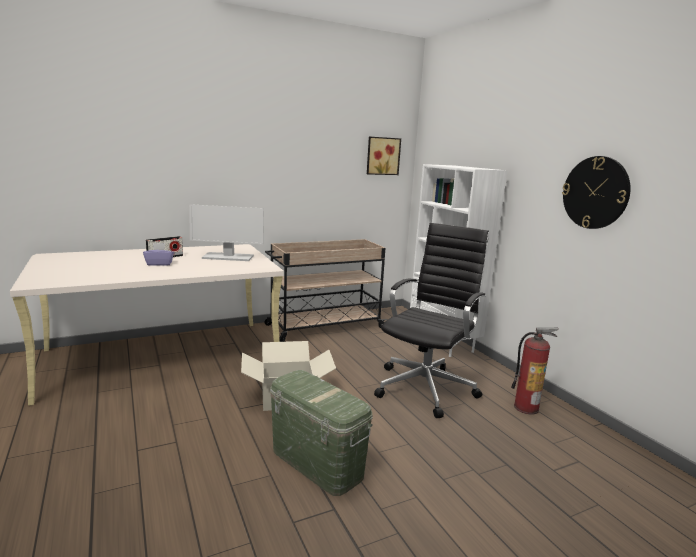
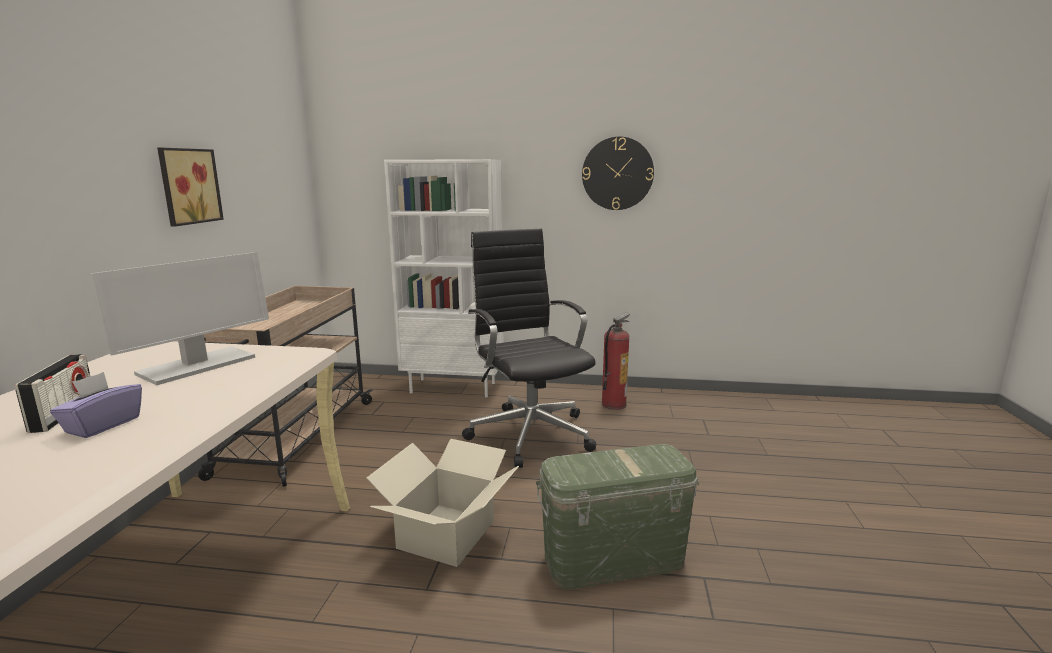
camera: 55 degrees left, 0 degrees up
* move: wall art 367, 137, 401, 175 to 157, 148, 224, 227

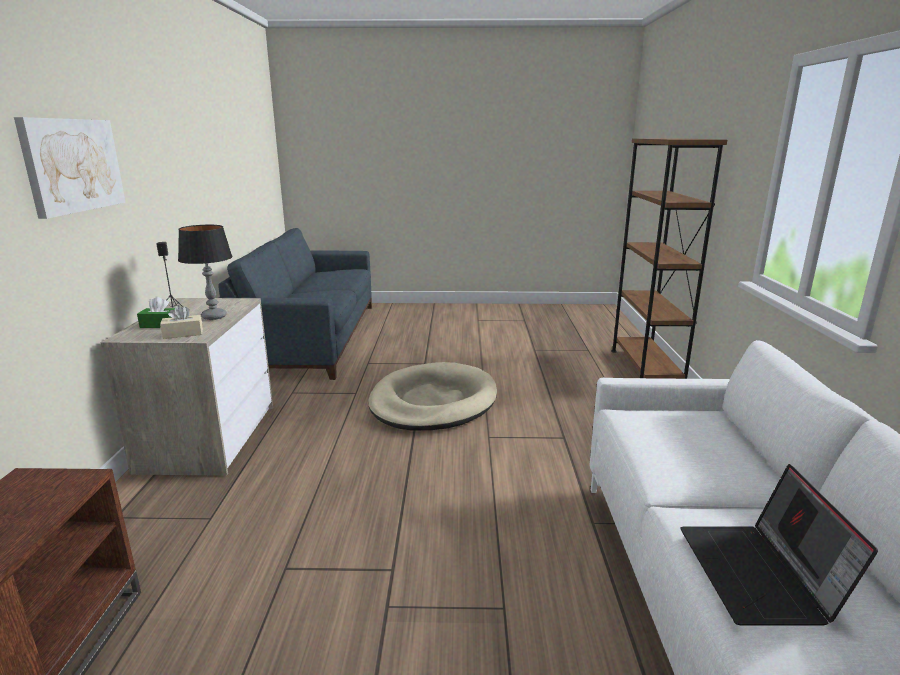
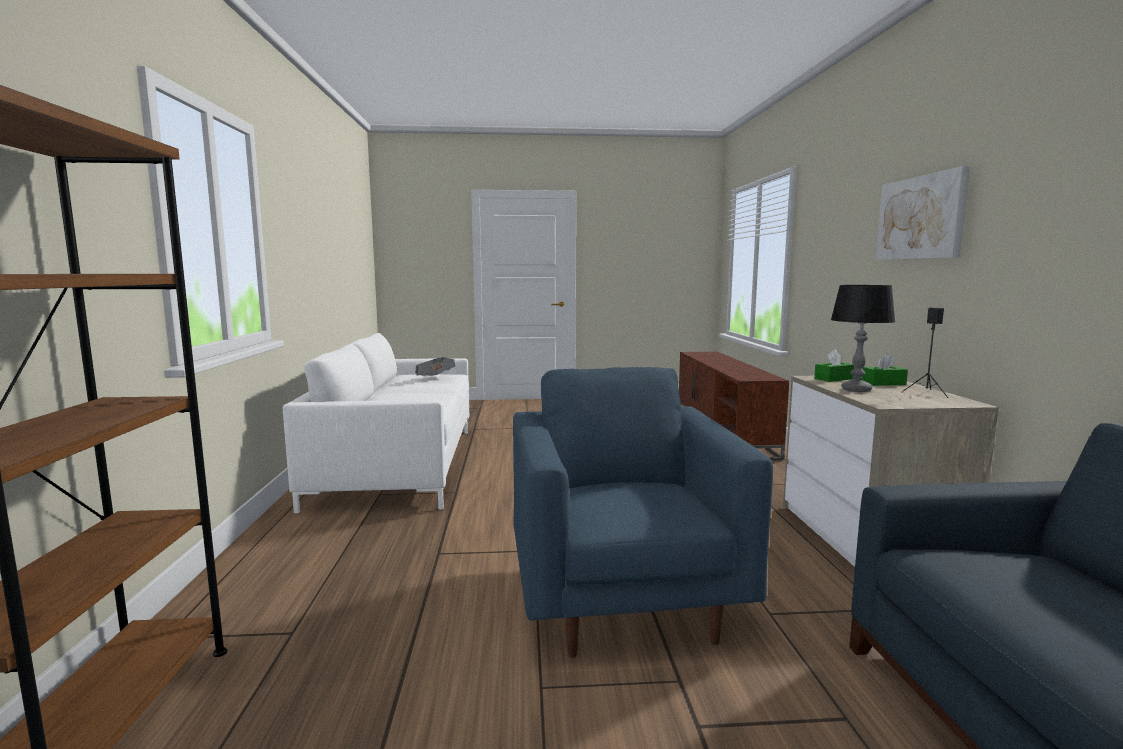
camera: 175 degrees right, 10 degrees down
* replace: dog cushion (sand-coloured) 368, 362, 497, 430 to lounge chair (bluish) 513, 367, 773, 658
* replace: notebook computer 680, 464, 878, 626 to printed paper 415, 357, 455, 376
* recolor: tissue holder (sand-coloured) 160, 305, 203, 339 to tissue holder (green-coloured) 814, 350, 855, 382

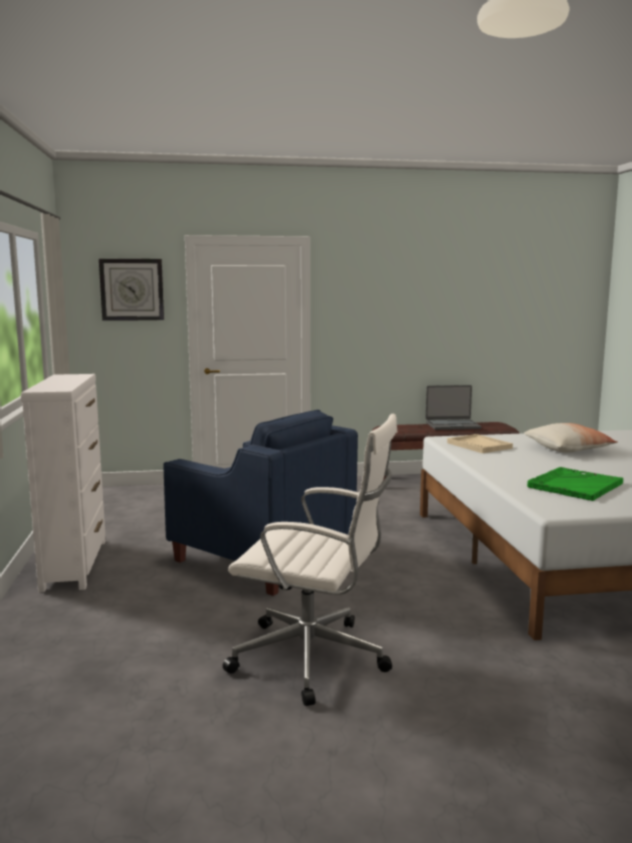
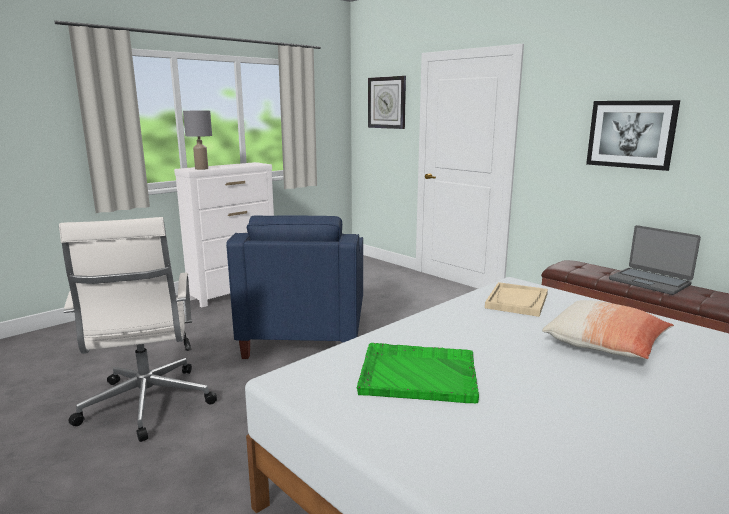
camera: 55 degrees right, 5 degrees up
* insert: table lamp (gray) 183, 111, 212, 170
* insert: wall art 586, 100, 680, 171

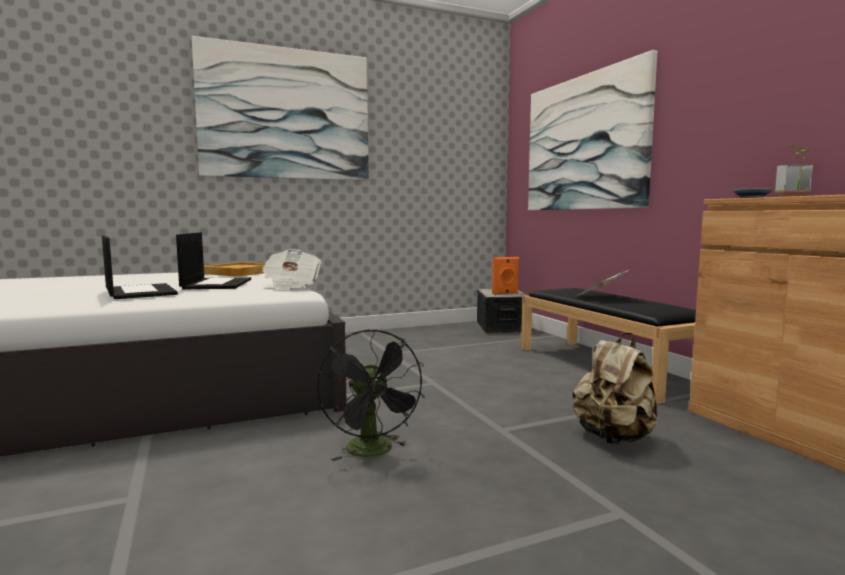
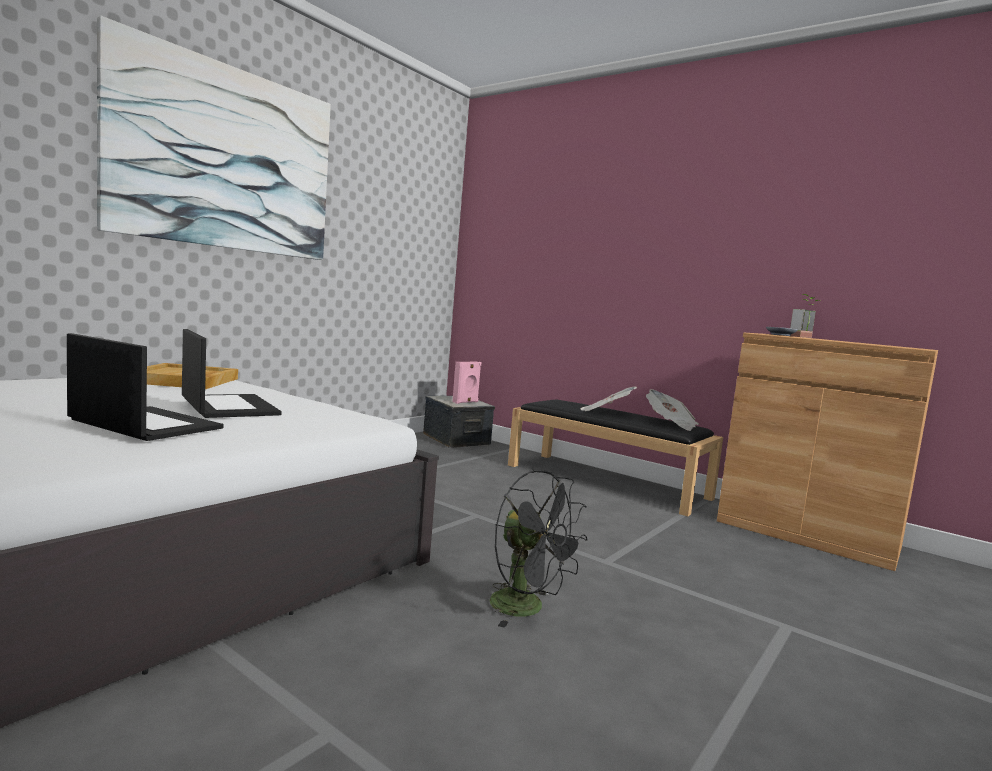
camera: 30 degrees left, 0 degrees up
* delete: wall art 528, 50, 657, 210
* delete: backpack (sand-coloured) 573, 333, 657, 444
* move: printed paper 262, 249, 322, 290 to 646, 389, 699, 431
* recolor: speaker (orange-coloured) 492, 257, 519, 295 to speaker (pinkish) 452, 362, 481, 404

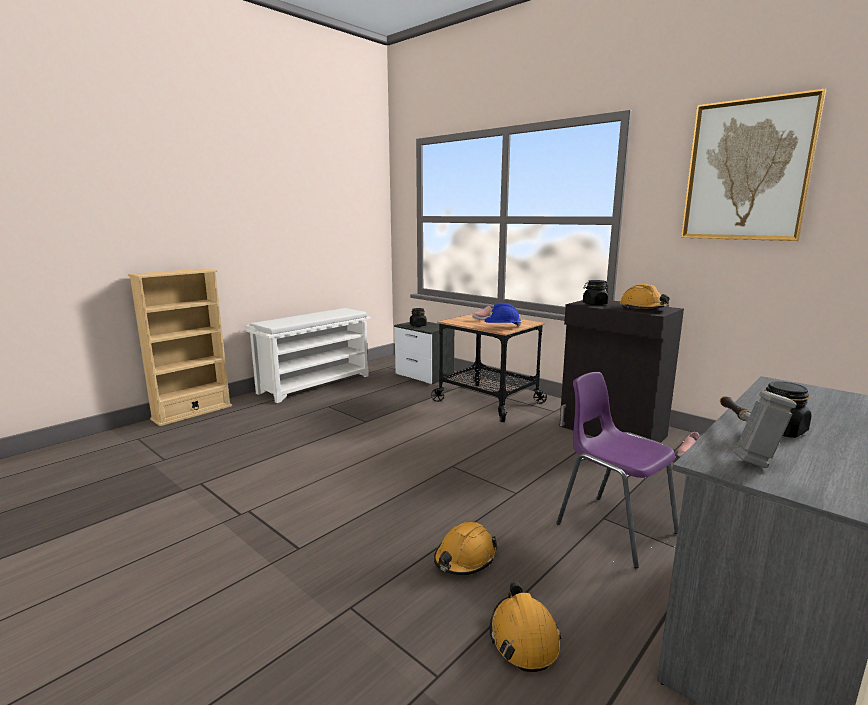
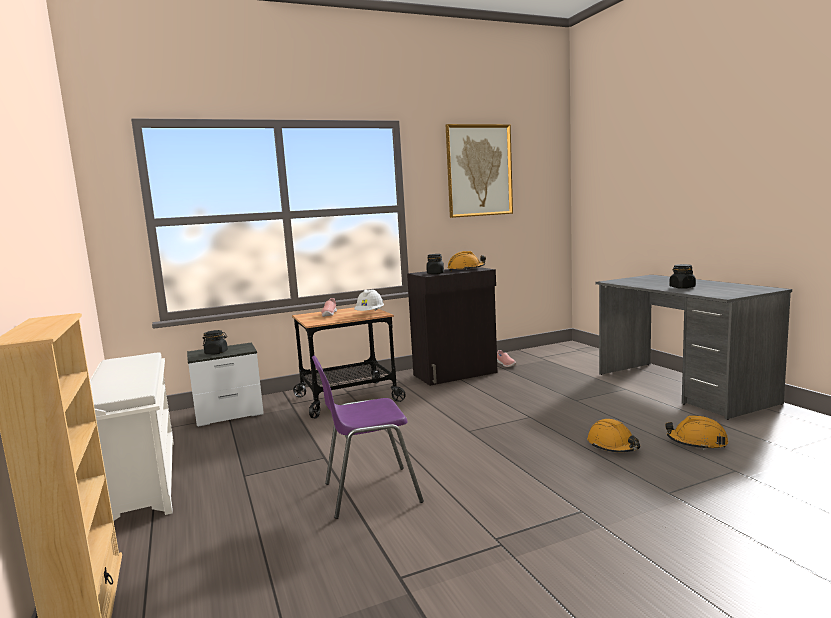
camera: 65 degrees left, 5 degrees down
* delete: hand hammer 720, 390, 797, 468
* move: chair (purple) 556, 372, 679, 568 to 312, 356, 424, 519
* recolor: safety helmet (bluish) 484, 303, 521, 327 to safety helmet (white-coloured) 354, 290, 384, 311

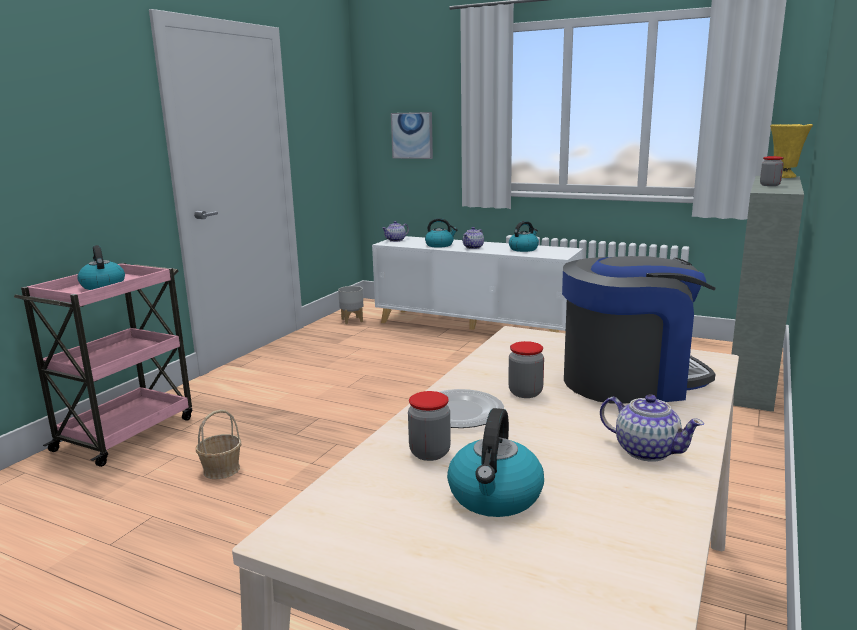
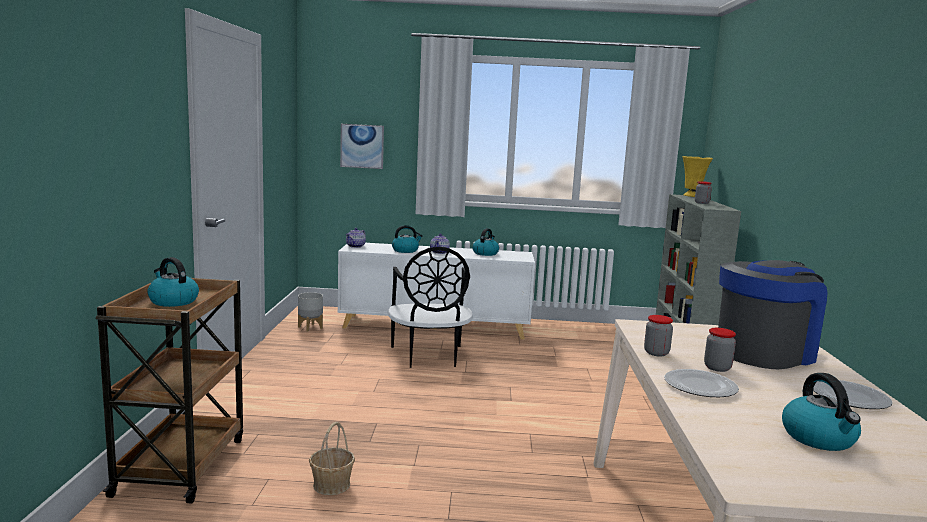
camera: 25 degrees left, 5 degrees down
* insert: chair (black) 388, 247, 473, 368
* move: storage jar 408, 391, 451, 461 to 644, 315, 673, 356
* replace: tea pot 600, 394, 704, 462 to flat dish 813, 380, 893, 409
* recolor: cart (pinkish) 14, 263, 192, 467 to cart (brownish) 96, 278, 243, 504

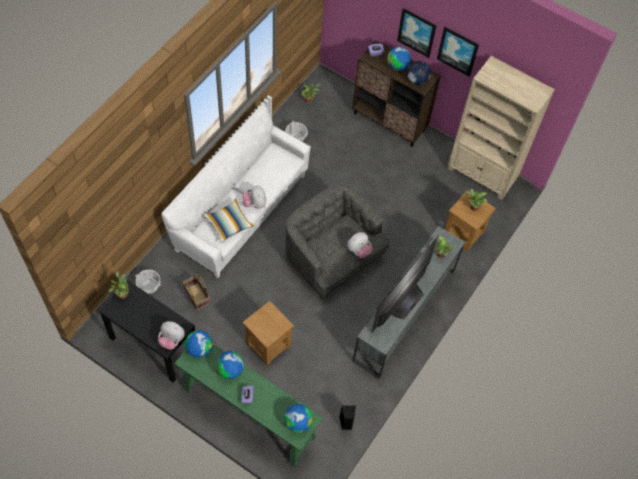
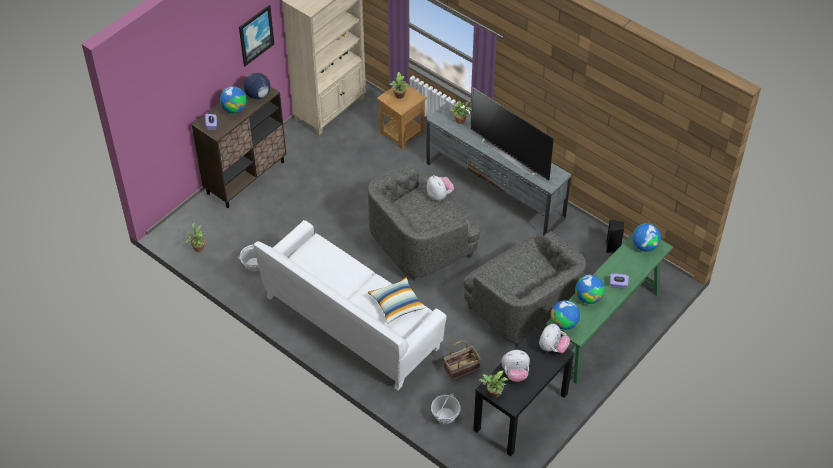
camera: 80 degrees left, 10 degrees down
* delete: wall art 397, 8, 437, 58
* move: cuddly toy 242, 186, 266, 209 to 502, 350, 530, 382
* replace: accent table (brownish) 243, 301, 294, 365 to lounge chair (gray) 463, 231, 586, 347

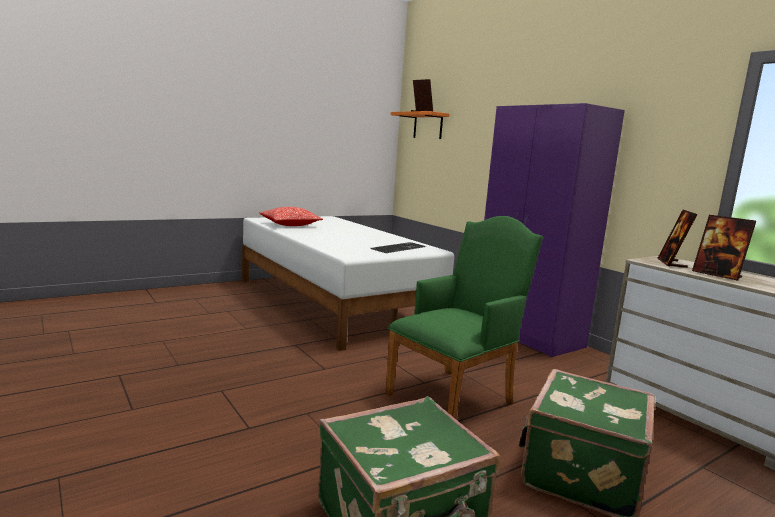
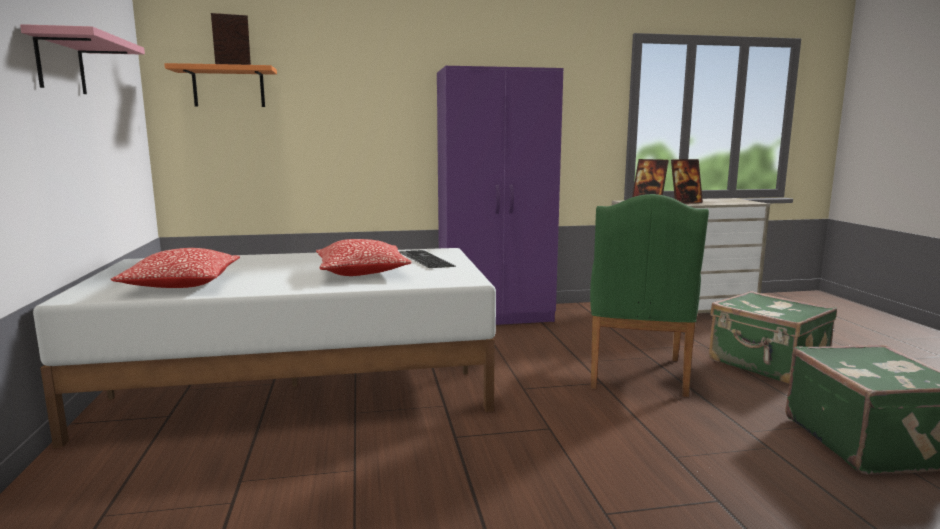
camera: 65 degrees left, 0 degrees up
* insert: wall shelf (pinkish) 20, 24, 145, 94
* insert: pillow 316, 239, 412, 276
* rotate: lounge chair (green-coloured) 385, 216, 543, 419 = 590, 194, 709, 397 150 degrees counterclockwise

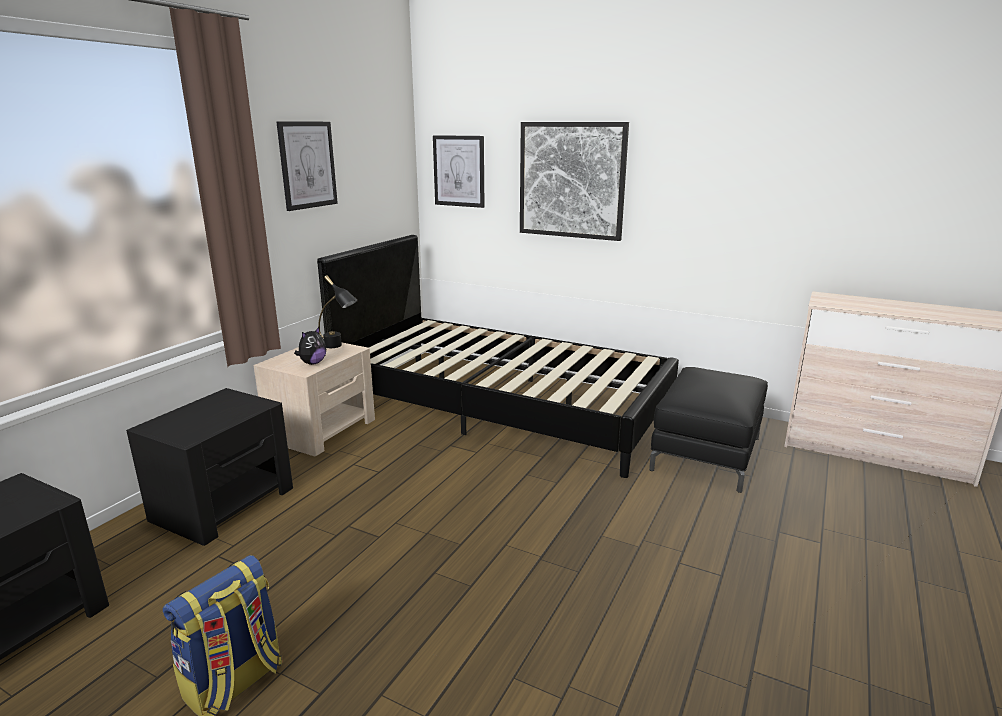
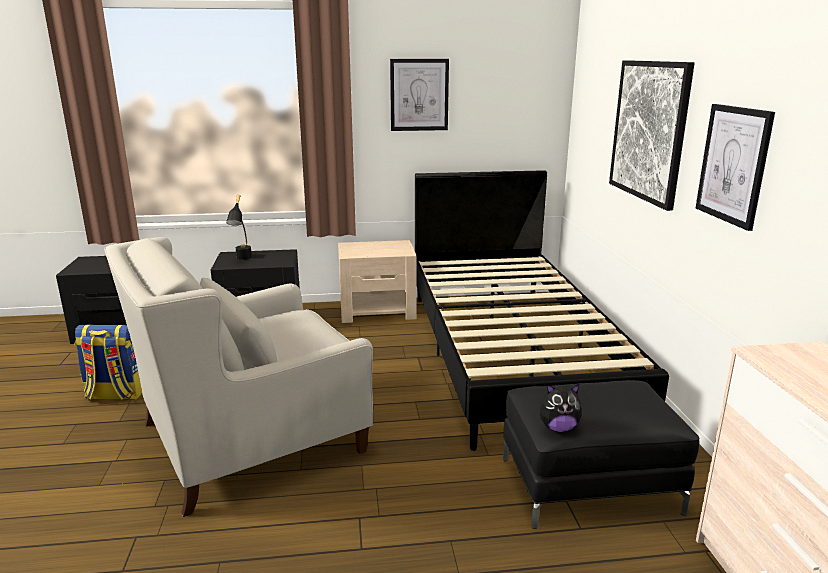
camera: 55 degrees right, 0 degrees up
* insert: lounge chair (white-coloured) 104, 237, 373, 517
* move: cuddly toy 294, 327, 326, 365 to 540, 384, 582, 432
* move: table lamp (black) 318, 275, 358, 348 to 226, 195, 252, 260
* move: wall art 433, 135, 484, 208 to 696, 104, 775, 231

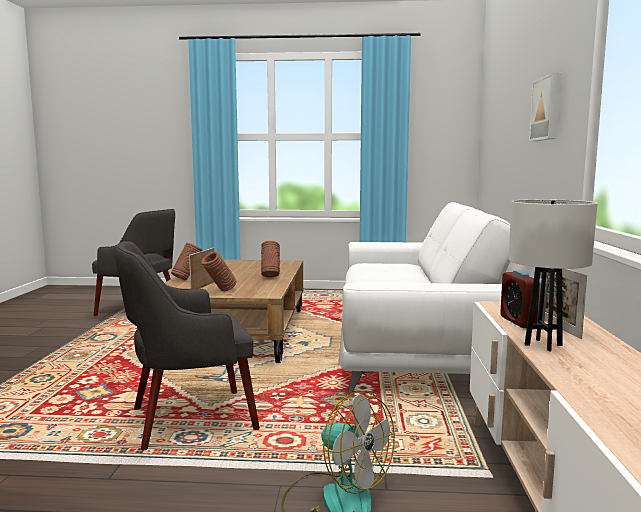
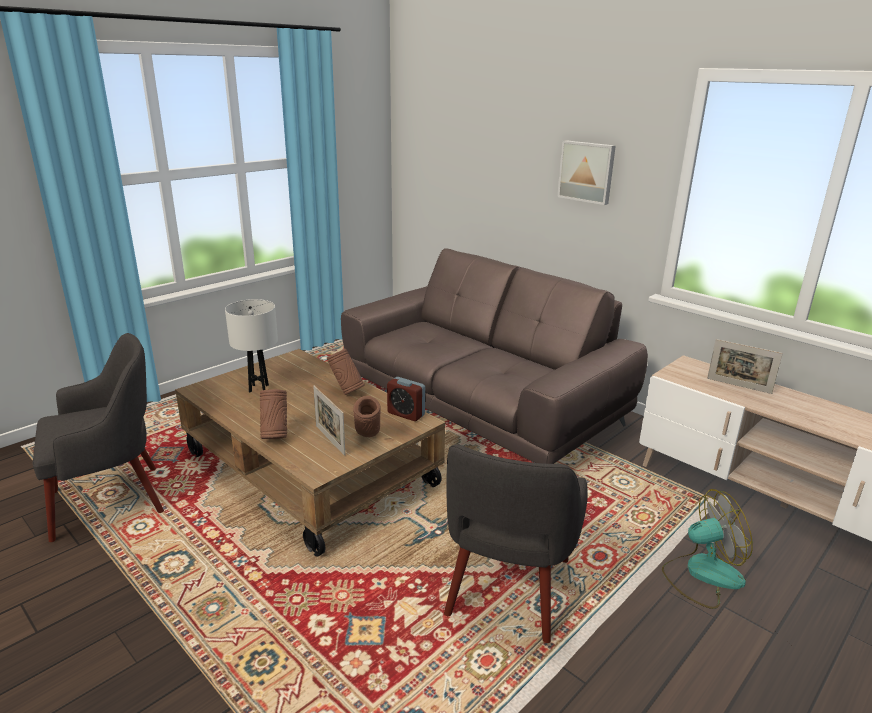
camera: 50 degrees left, 15 degrees up
* move: bedside clock 500, 270, 547, 328 to 387, 377, 425, 421
* move: table lamp (white-coloured) 509, 199, 598, 351 to 225, 299, 278, 392
* recolor: couch (white-coloured) 338, 202, 533, 392 to couch (brownish) 341, 248, 648, 464

